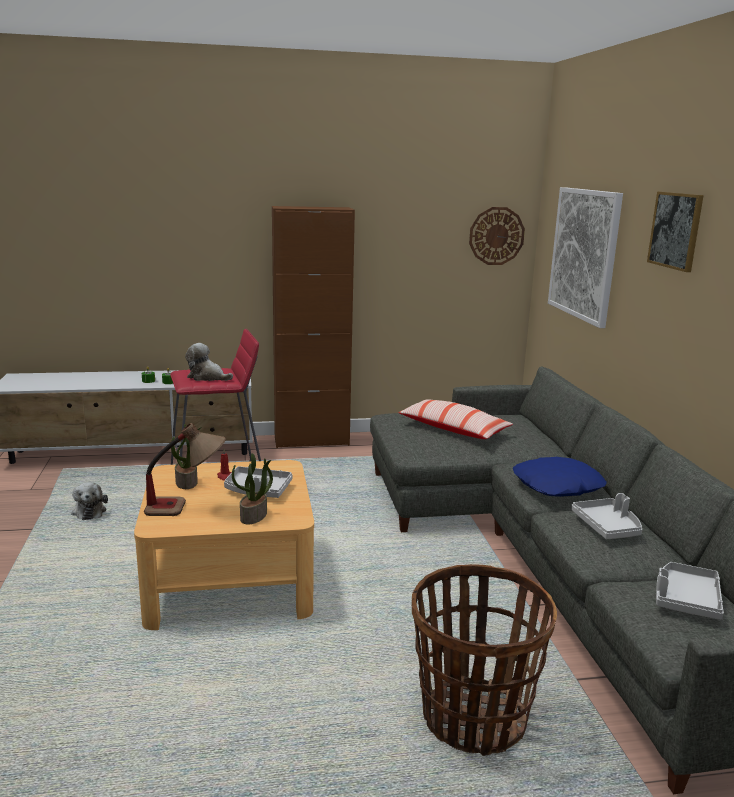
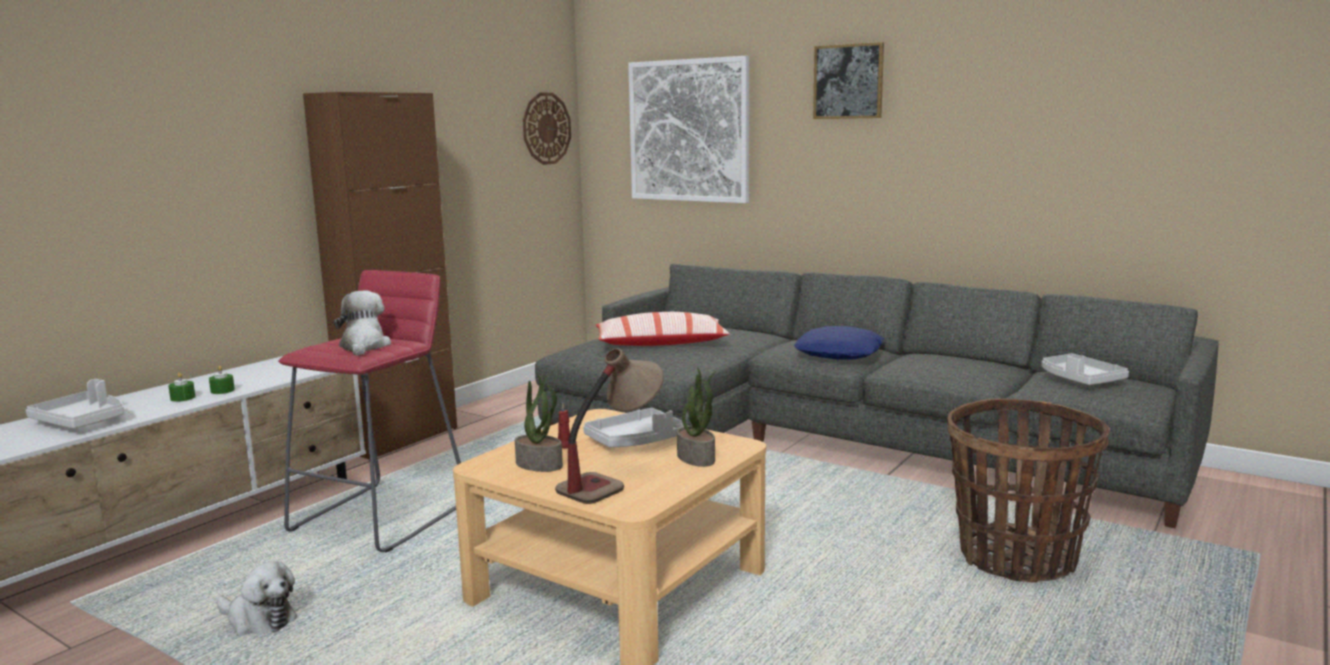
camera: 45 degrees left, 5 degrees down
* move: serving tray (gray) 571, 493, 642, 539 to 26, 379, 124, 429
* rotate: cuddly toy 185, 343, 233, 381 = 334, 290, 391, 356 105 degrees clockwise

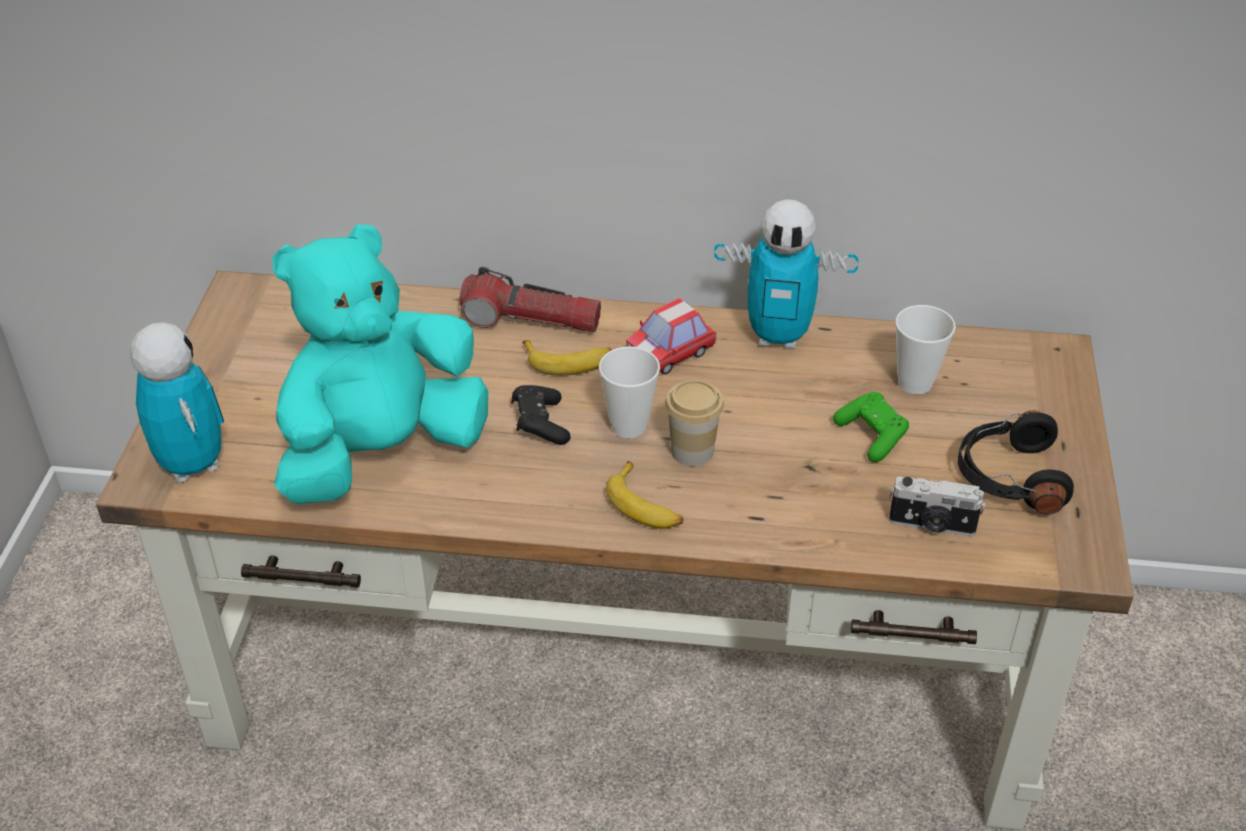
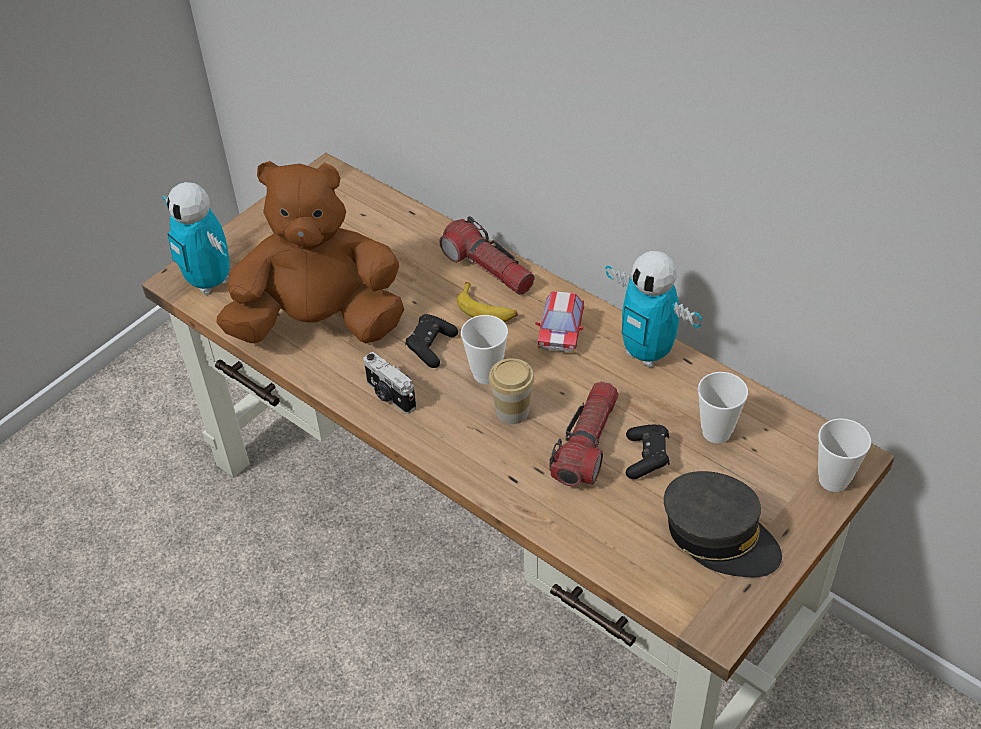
camera: 35 degrees right, 5 degrees up
* delete: banana 606, 461, 683, 529
* insert: hand torch 549, 381, 618, 487
* insert: drinking cup 818, 418, 871, 492
* move: photo camera 889, 476, 986, 536 to 363, 352, 416, 414
* replace: headphones (black) 958, 411, 1074, 514 to baseball cap (gray) 664, 471, 782, 577
* recolor: cuddly toy (turquoise) 272, 224, 488, 504 to cuddly toy (brownish) 217, 161, 404, 343
* recolor: gamepad (green-coloured) 833, 392, 909, 462 to gamepad (black) 626, 425, 670, 479
* rotate: toy robot 130, 322, 224, 483 = 162, 182, 230, 294 135 degrees clockwise
* rotate: miniature car 626, 298, 717, 375 = 535, 291, 584, 352 75 degrees counterclockwise

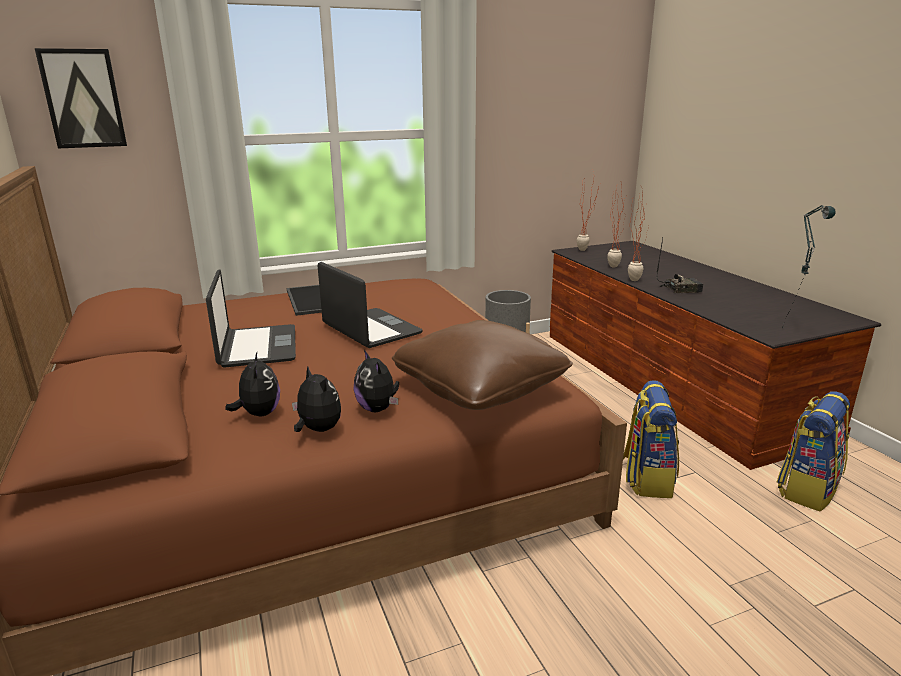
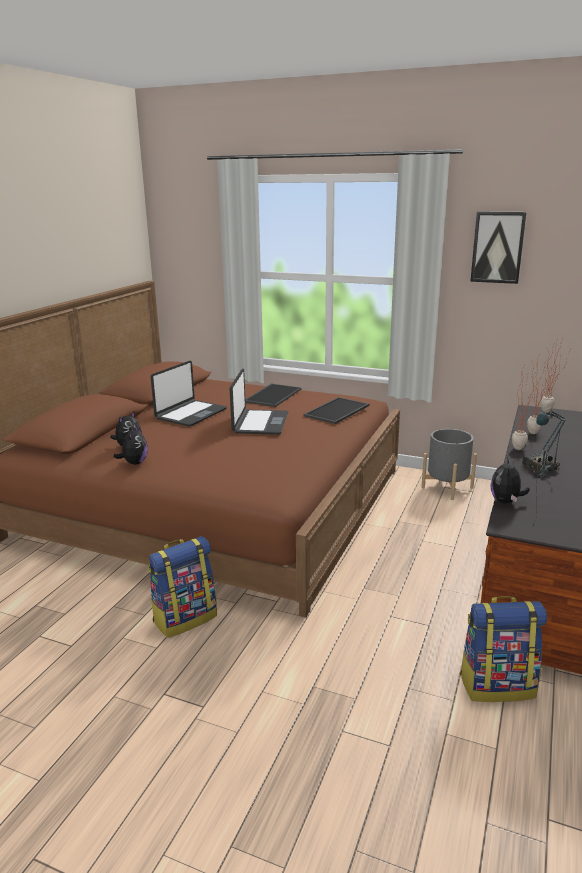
camera: 45 degrees right, 0 degrees up
* delete: pillow (brownish) 392, 320, 573, 410
* insert: serving tray 303, 397, 369, 424
* move: wall art 35, 48, 127, 149 to 470, 212, 527, 284
* move: cuddly toy 353, 350, 399, 412 to 490, 457, 530, 504
* move: backpack 623, 380, 679, 498 to 148, 536, 217, 638
* rotate: radio set 656, 238, 703, 293 = 522, 431, 560, 477 150 degrees counterclockwise

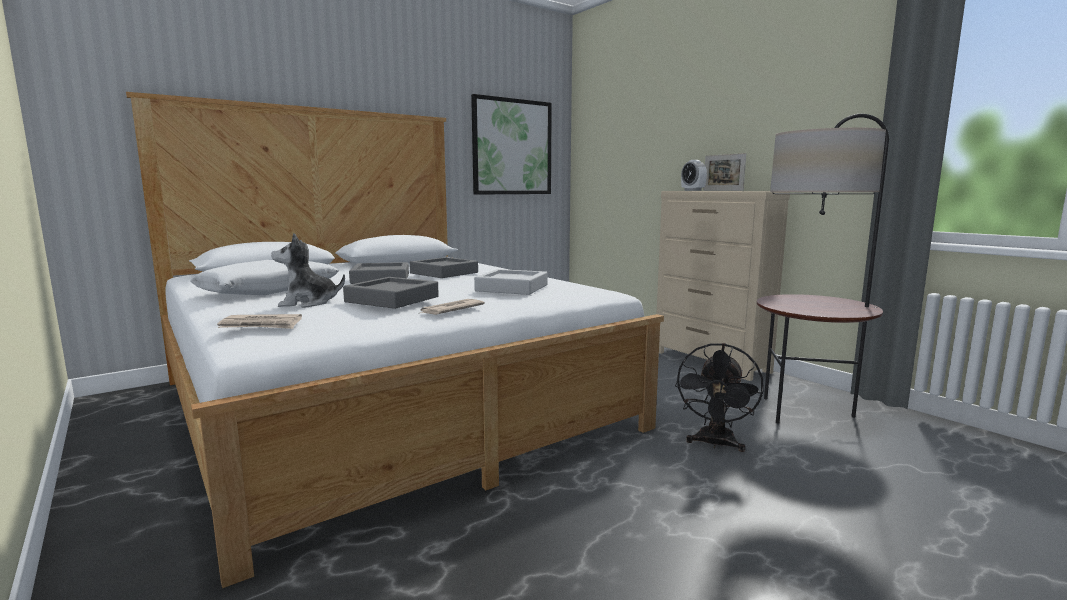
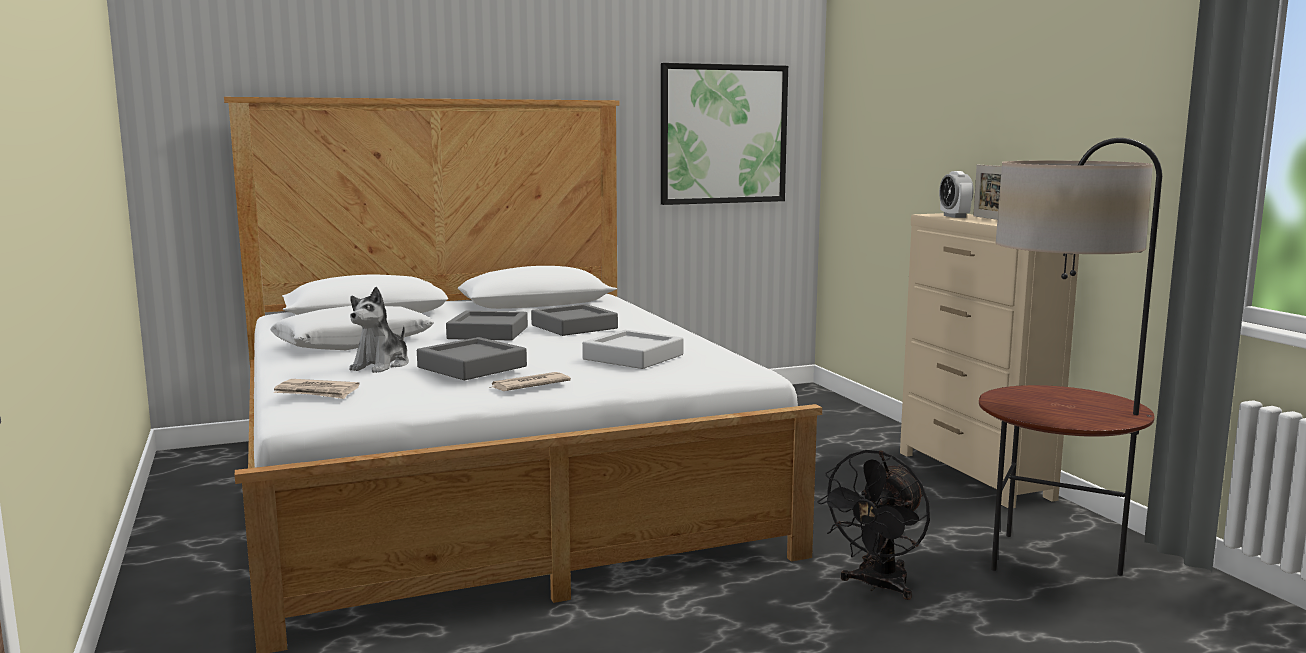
camera: 15 degrees right, 0 degrees up
* rotate: cuddly toy 271, 233, 345, 308 = 349, 287, 409, 373 75 degrees counterclockwise

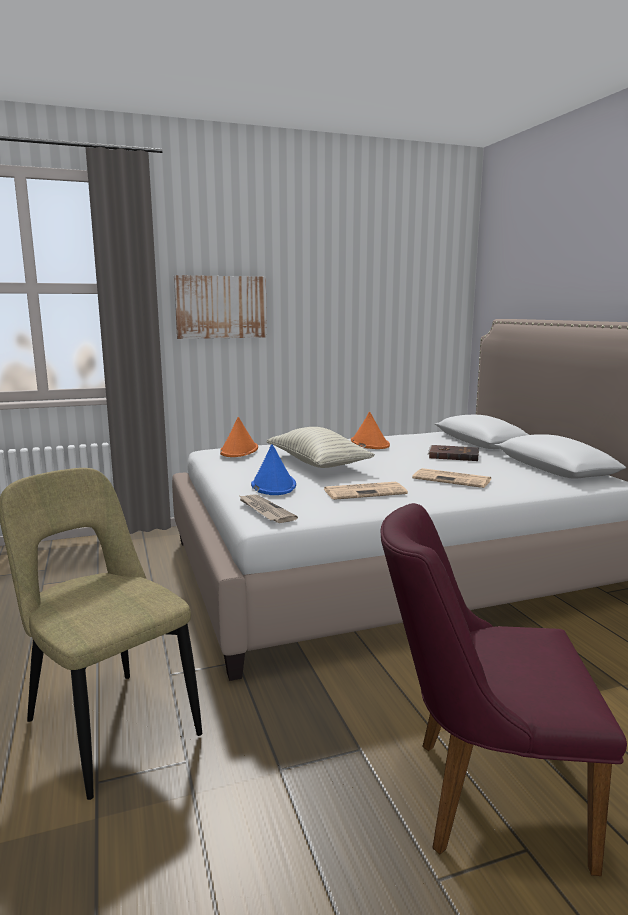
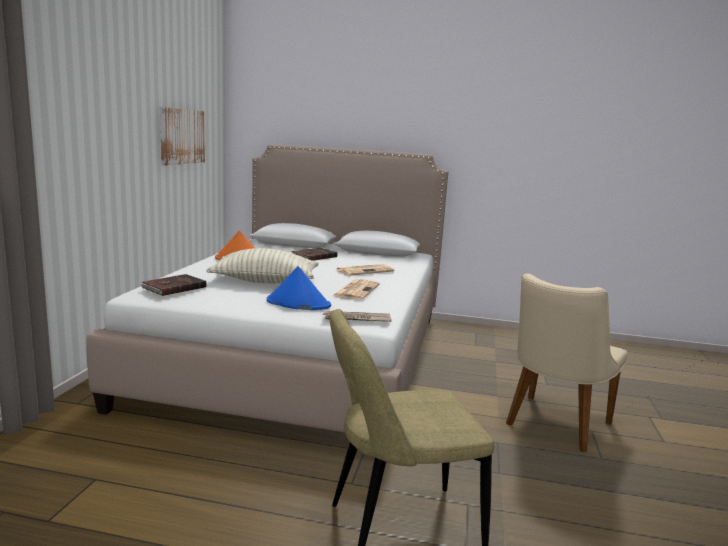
camera: 60 degrees left, 0 degrees up
* move: wall art 174, 275, 267, 339 to 160, 107, 206, 166
* replace: clothing hat (orange-coloured) 220, 417, 258, 457 to bound book (brownish) 140, 274, 207, 296
* recolor: chair (purple) 381, 503, 627, 876 to chair (sand-coloured) 506, 274, 628, 452

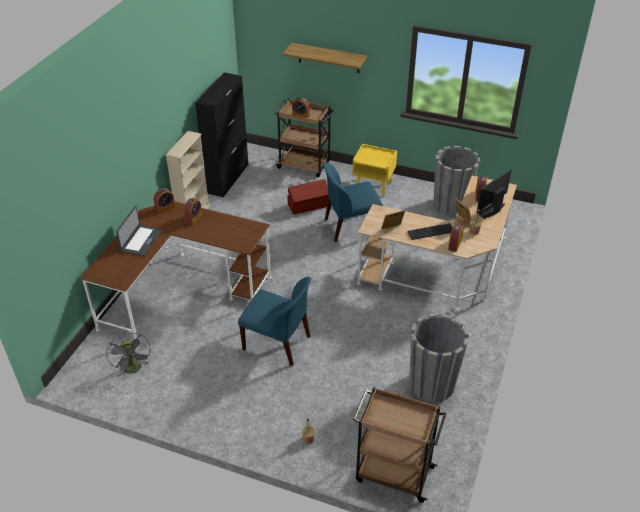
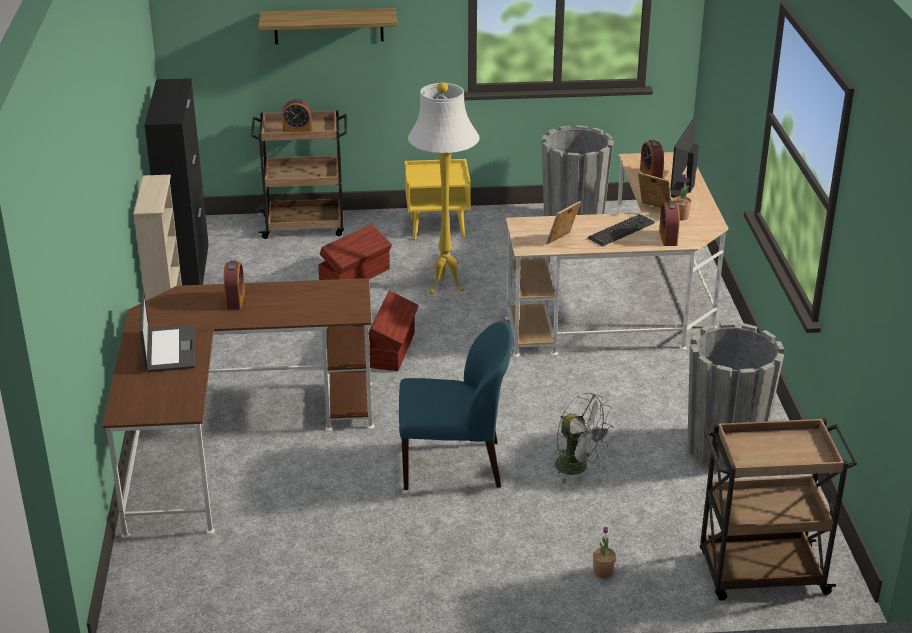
camera: 25 degrees left, 10 degrees down
* delete: bedside clock 154, 188, 176, 214
* insert: storage container (brownish) 369, 291, 419, 371
* move: cooling fan (gray) 106, 333, 151, 377 to 555, 393, 614, 483
* replace: chair (bluish) 323, 162, 383, 242 to standing lamp (white-coloured) 408, 82, 480, 294

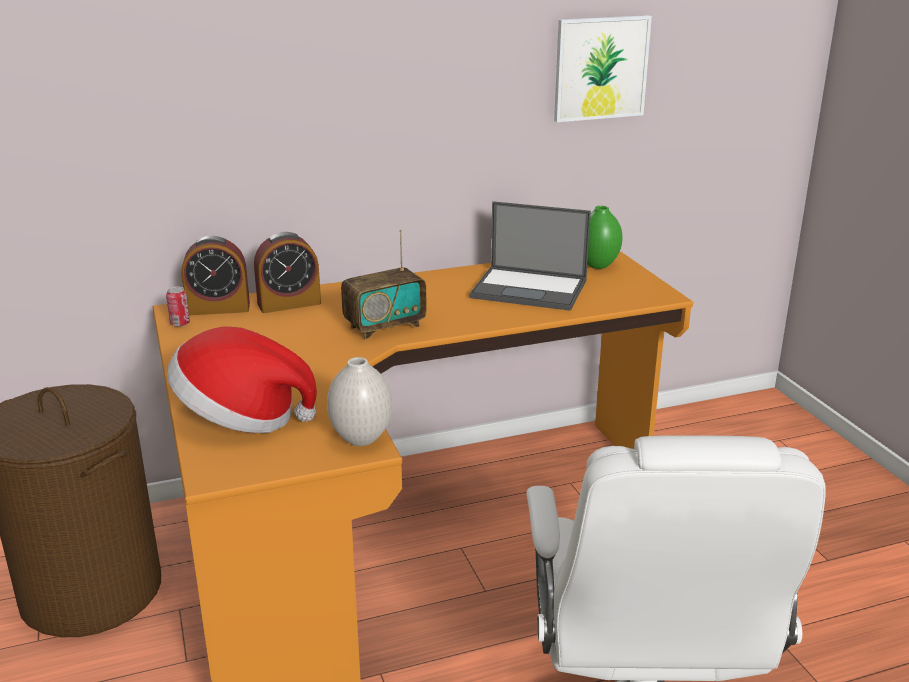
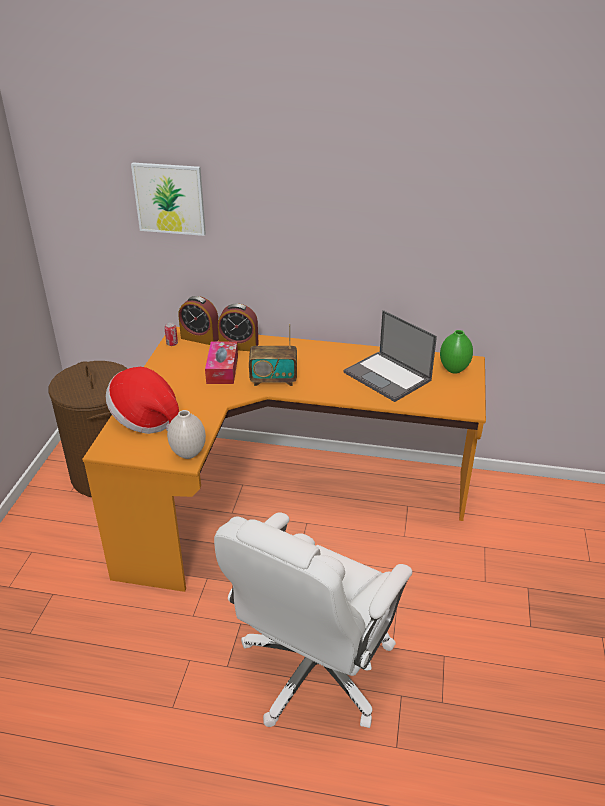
camera: 30 degrees right, 10 degrees up
* insert: tissue holder 205, 341, 238, 384
* move: wall art 554, 15, 652, 122 to 131, 163, 206, 236

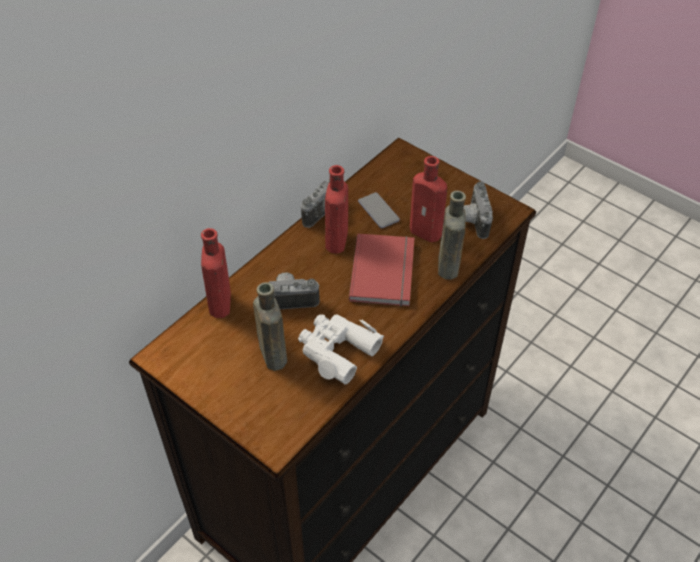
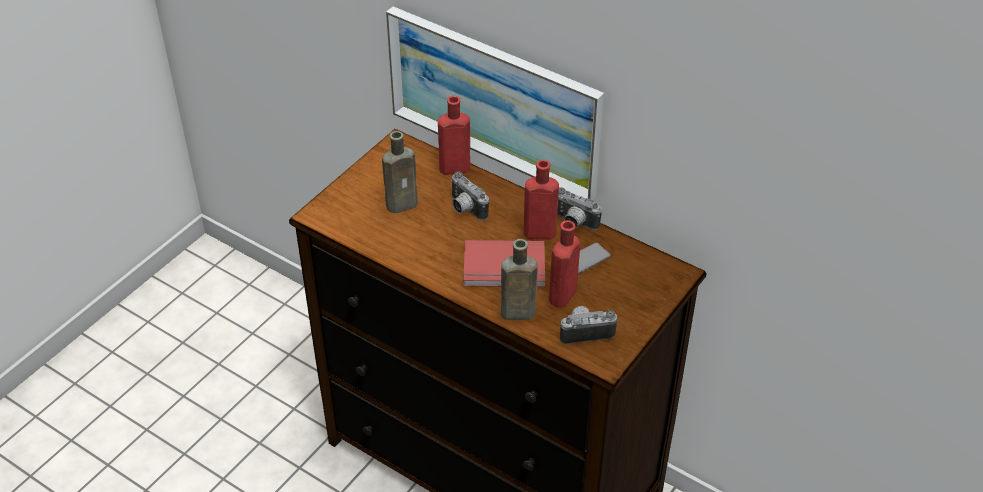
camera: 85 degrees right, 5 degrees down
* delete: binoculars (white-coloured) 298, 314, 384, 384
* insert: wall art 386, 6, 604, 200
* rotate: photo camera 268, 272, 320, 309 = 451, 172, 489, 220 150 degrees clockwise

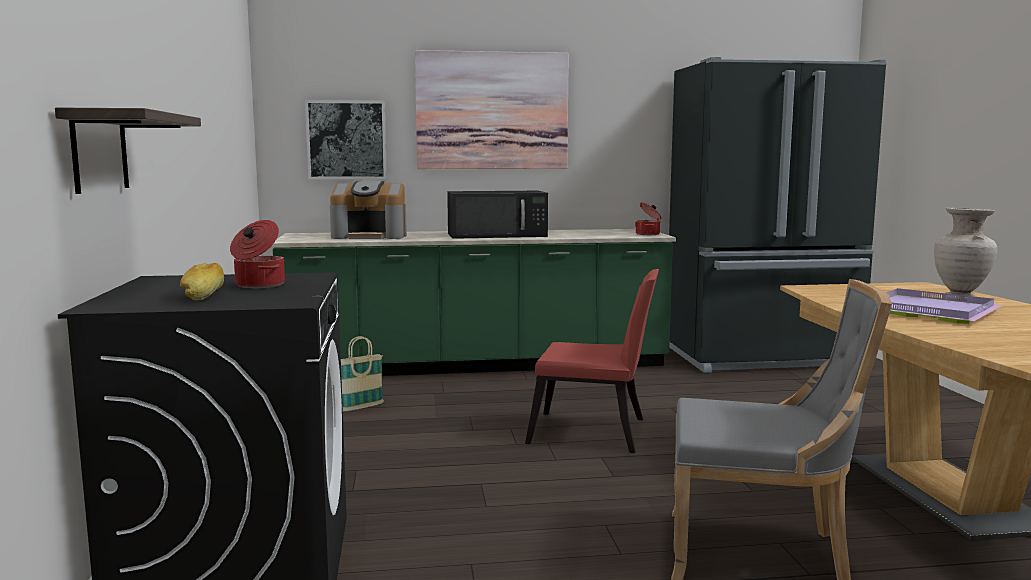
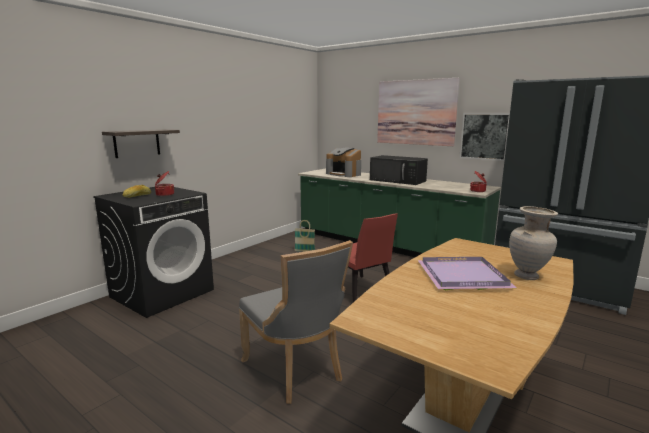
camera: 45 degrees right, 5 degrees up
* move: wall art 305, 100, 387, 179 to 459, 113, 510, 161

